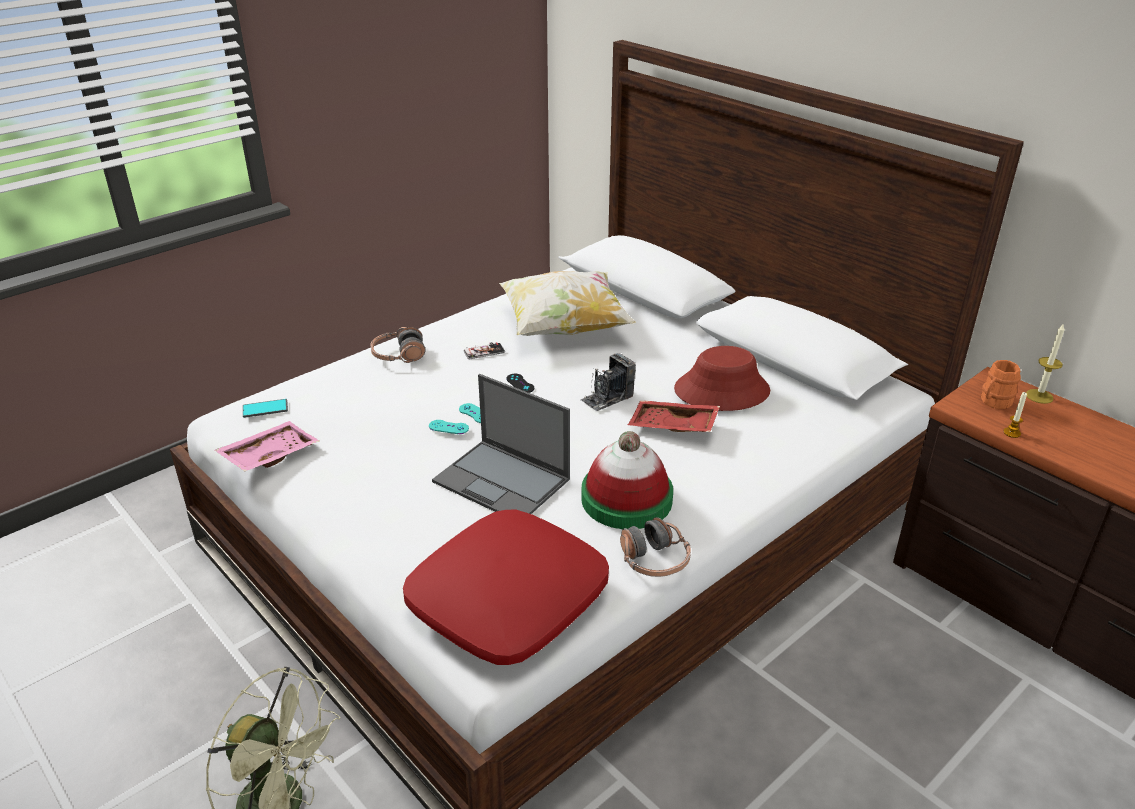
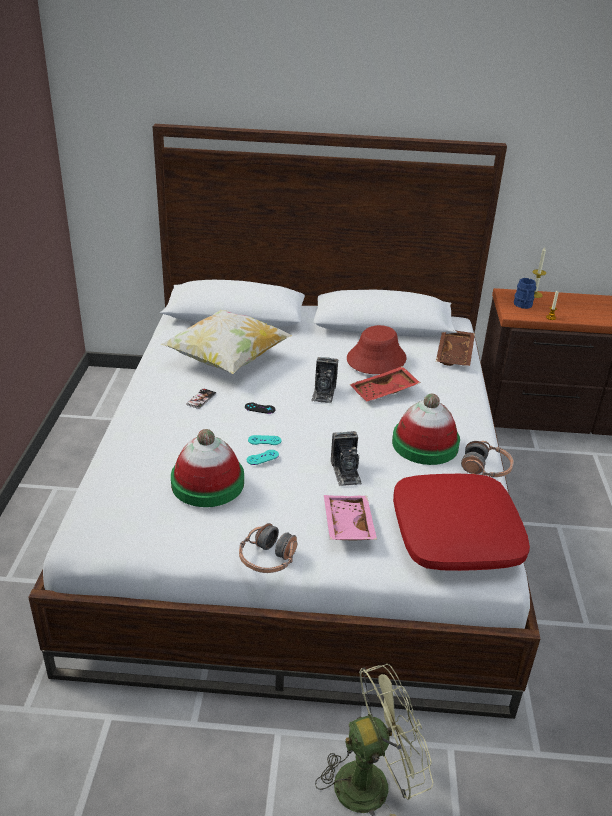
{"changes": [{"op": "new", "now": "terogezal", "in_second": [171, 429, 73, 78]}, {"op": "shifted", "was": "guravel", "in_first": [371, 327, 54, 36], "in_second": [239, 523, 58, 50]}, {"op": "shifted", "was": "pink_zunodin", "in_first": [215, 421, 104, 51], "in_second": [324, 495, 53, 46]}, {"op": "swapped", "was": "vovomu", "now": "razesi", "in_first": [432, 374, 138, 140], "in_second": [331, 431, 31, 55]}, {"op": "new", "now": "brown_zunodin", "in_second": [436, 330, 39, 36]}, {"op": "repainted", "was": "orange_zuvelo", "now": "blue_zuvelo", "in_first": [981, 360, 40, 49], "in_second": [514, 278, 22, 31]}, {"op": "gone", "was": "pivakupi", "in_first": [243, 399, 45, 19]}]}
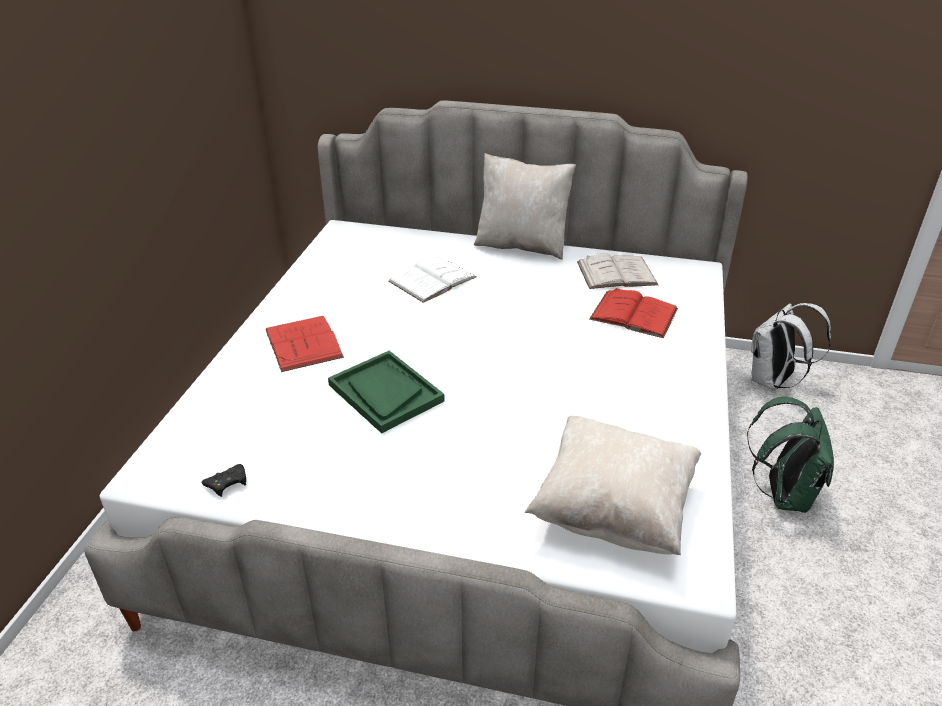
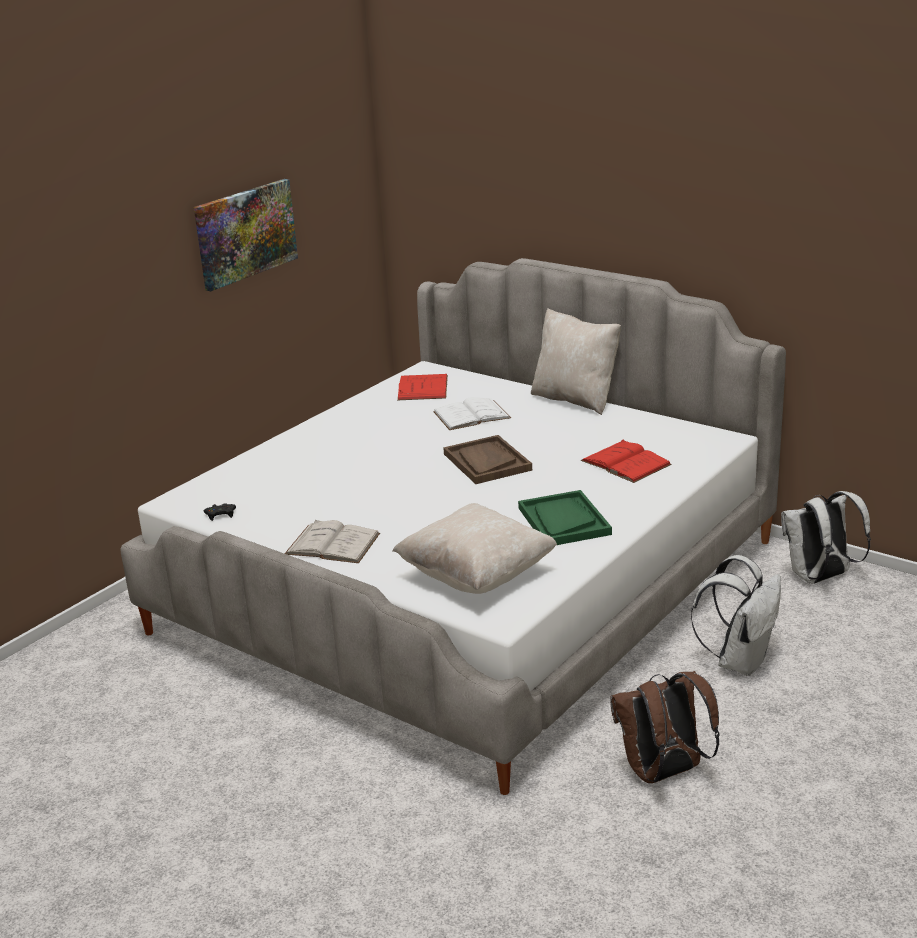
{"changes": [{"op": "new", "now": "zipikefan", "in_second": [194, 179, 104, 112]}, {"op": "shifted", "was": "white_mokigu", "in_first": [577, 253, 81, 36], "in_second": [285, 520, 95, 43]}, {"op": "shifted", "was": "red_mokigu", "in_first": [265, 316, 79, 56], "in_second": [397, 374, 51, 26]}, {"op": "new", "now": "brown_zunodin", "in_second": [443, 435, 89, 49]}, {"op": "shifted", "was": "green_zunodin", "in_first": [328, 351, 117, 82], "in_second": [518, 490, 94, 55]}, {"op": "new", "now": "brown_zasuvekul", "in_second": [610, 671, 110, 112]}, {"op": "repainted", "was": "green_zasuvekul", "now": "white_zasuvekul", "in_first": [747, 396, 87, 117], "in_second": [691, 555, 90, 121]}]}
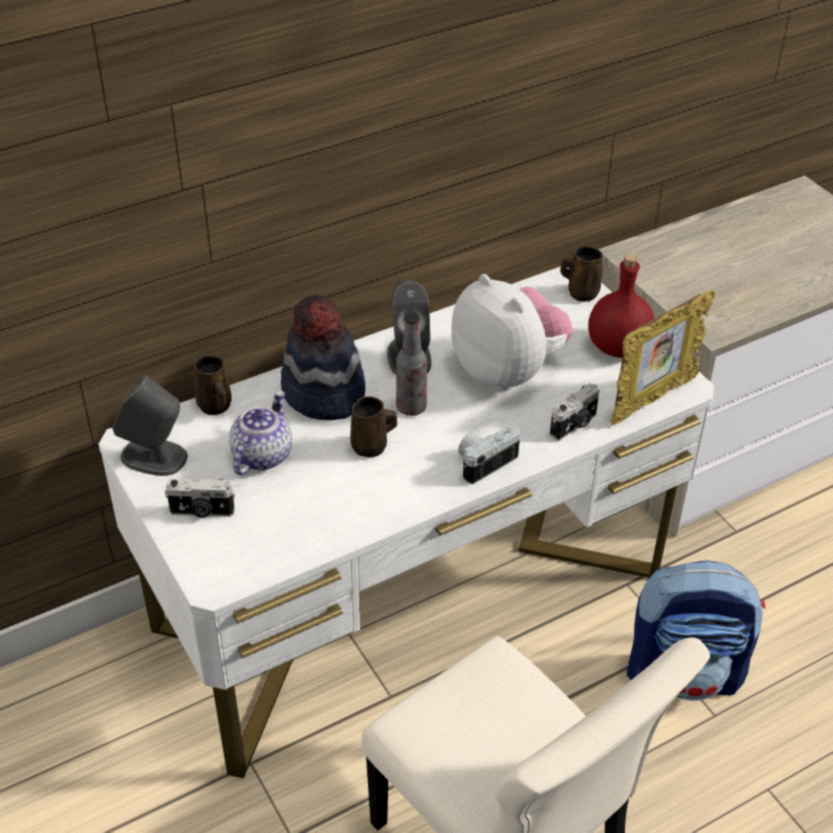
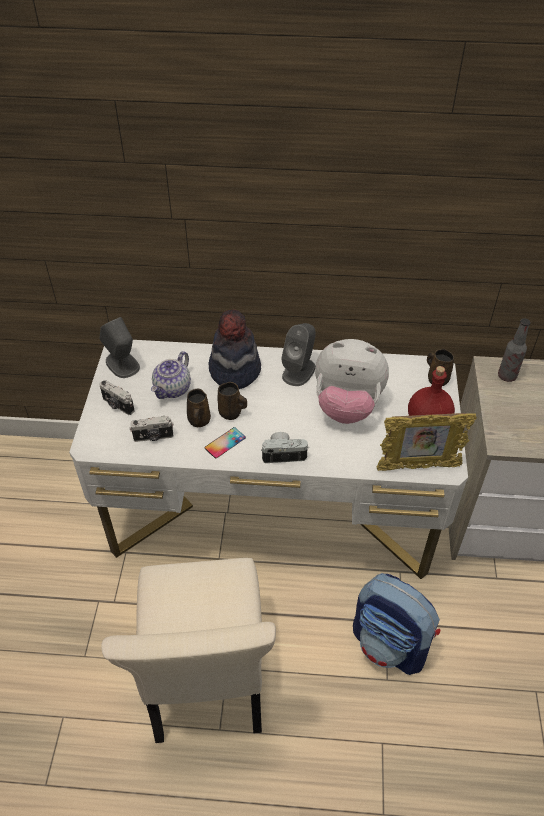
{"changes": [{"op": "shifted", "was": "razesi", "in_first": [550, 383, 50, 58], "in_second": [130, 416, 44, 26]}, {"op": "rotated", "was": "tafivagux", "in_first": [229, 391, 63, 84], "in_second": [151, 351, 40, 48], "clockwise": 150}, {"op": "shifted", "was": "brown_zuvelo", "in_first": [194, 355, 38, 60], "in_second": [187, 389, 24, 38]}, {"op": "new", "now": "pivakupi", "in_second": [204, 427, 42, 32]}, {"op": "rotated", "was": "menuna", "in_first": [451, 274, 122, 117], "in_second": [315, 339, 74, 85], "clockwise": 105}, {"op": "shifted", "was": "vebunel", "in_first": [396, 312, 31, 104], "in_second": [498, 318, 33, 64]}]}
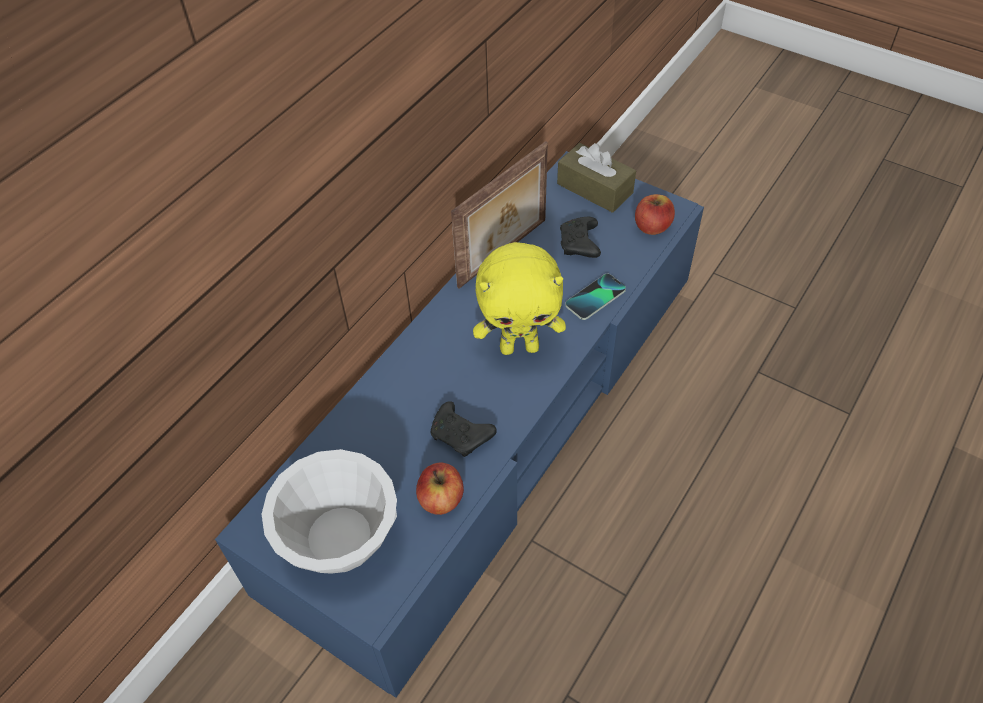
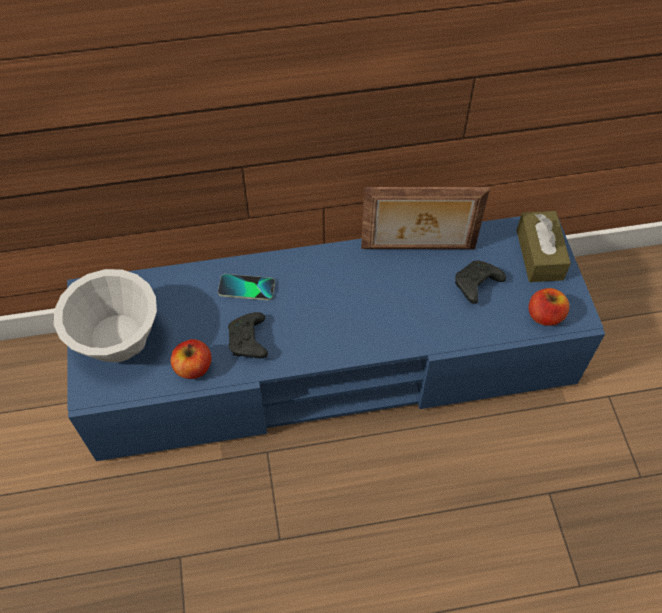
{"changes": [{"op": "shifted", "was": "pivakupi", "in_first": [565, 274, 61, 46], "in_second": [218, 274, 57, 27]}, {"op": "gone", "was": "yellow_menuna", "in_first": [473, 242, 93, 113]}]}
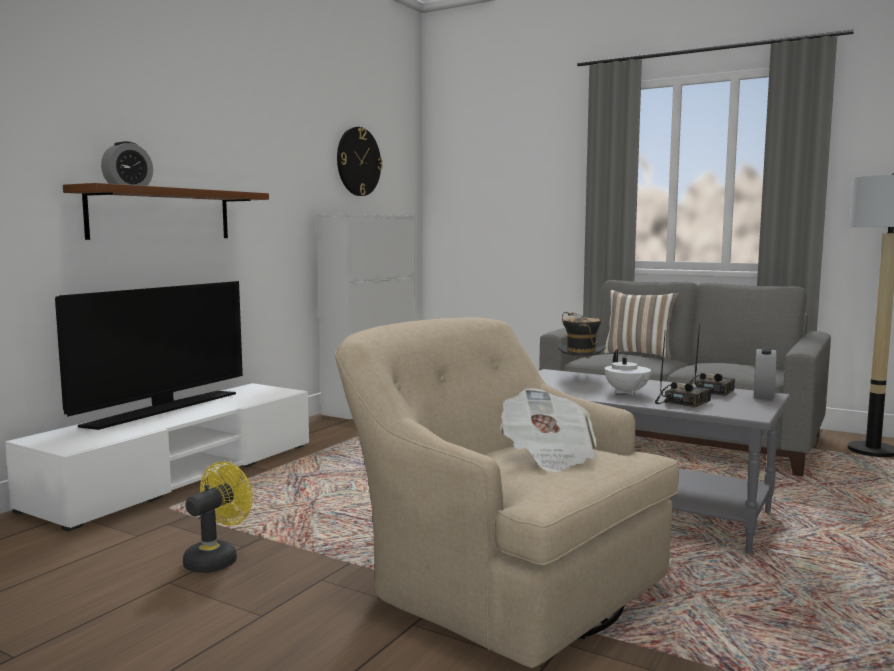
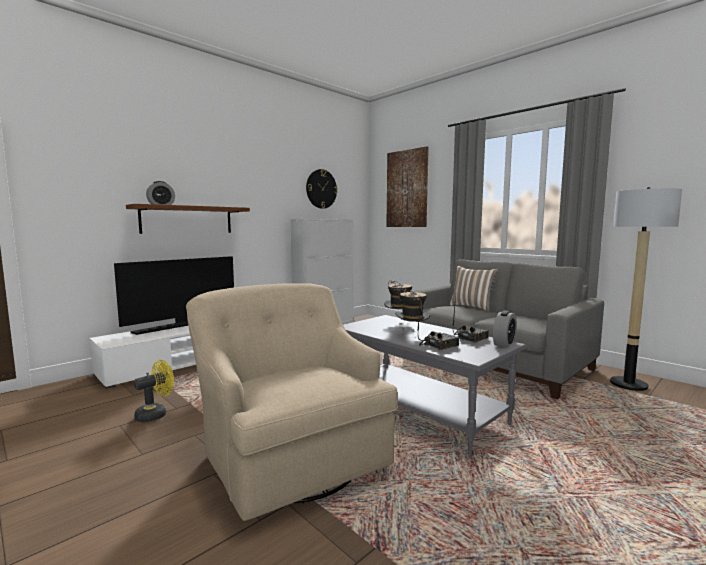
{"changes": [{"op": "new", "now": "zipikefan", "in_second": [386, 146, 43, 81]}, {"op": "swapped", "was": "white_tafivagux", "now": "terogezal", "in_first": [604, 349, 47, 46], "in_second": [395, 289, 35, 33]}, {"op": "gone", "was": "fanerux", "in_first": [500, 388, 98, 84]}]}
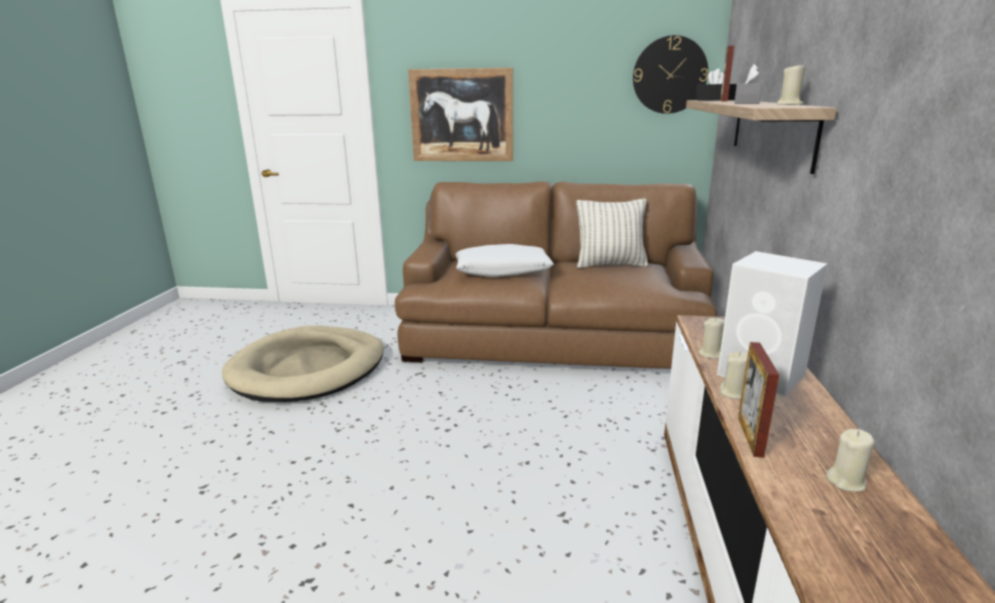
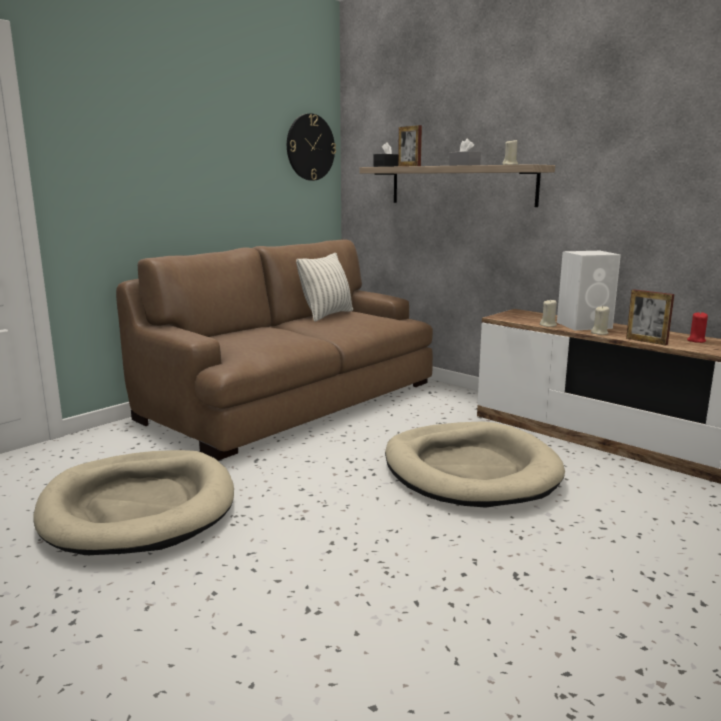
{"changes": [{"op": "new", "now": "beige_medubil", "in_second": [385, 422, 180, 86]}, {"op": "repainted", "was": "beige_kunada", "now": "red_kunada", "in_first": [826, 429, 48, 63], "in_second": [687, 312, 21, 31]}, {"op": "gone", "was": "zipikefan", "in_first": [408, 67, 105, 94]}, {"op": "gone", "was": "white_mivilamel", "in_first": [455, 244, 98, 33]}]}
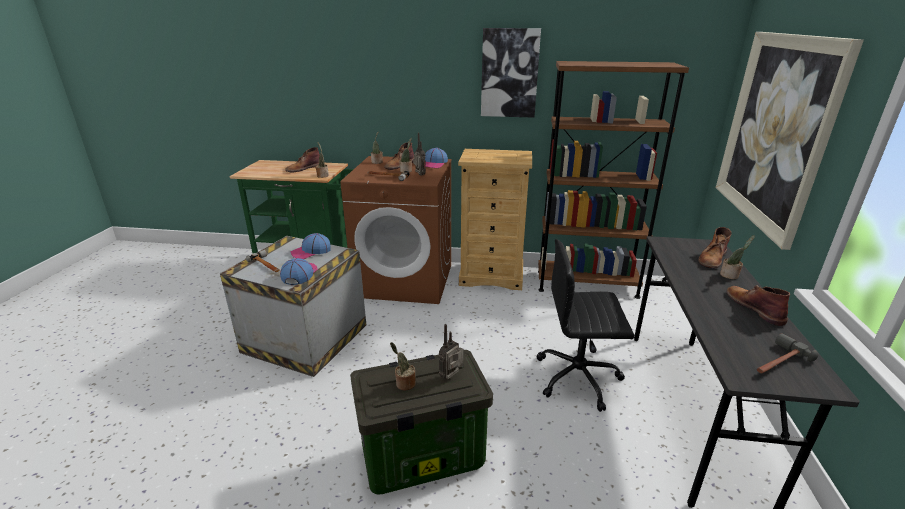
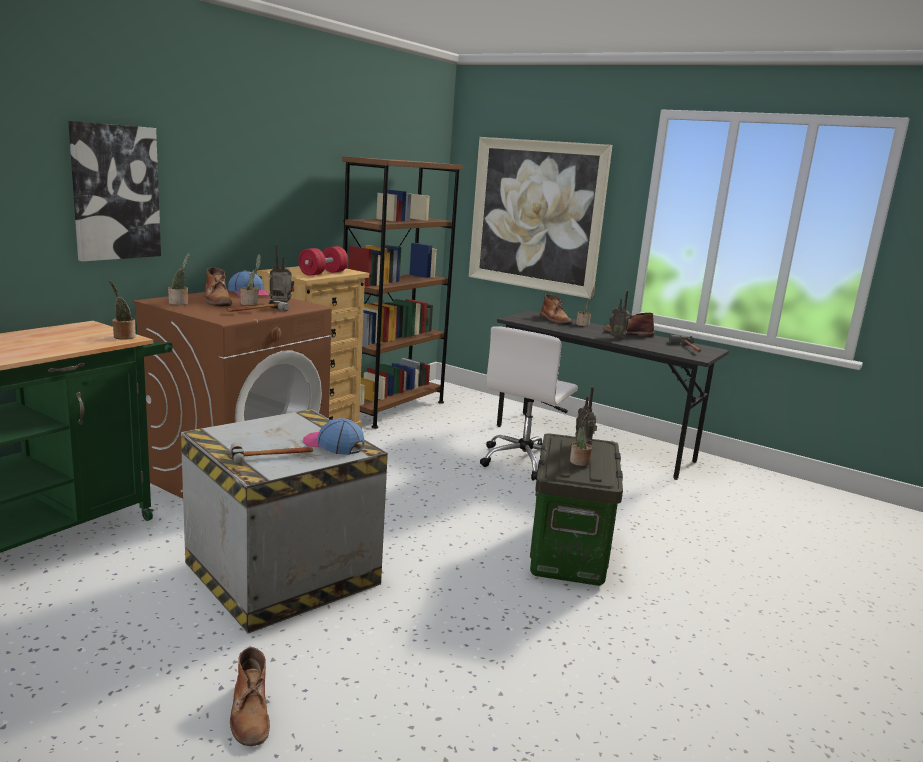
{"changes": [{"op": "shifted", "was": "zipikefan", "in_first": [481, 28, 60, 90], "in_second": [68, 121, 93, 141]}, {"op": "shifted", "was": "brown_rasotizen", "in_first": [285, 147, 35, 26], "in_second": [230, 647, 40, 99]}, {"op": "new", "now": "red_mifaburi", "in_second": [298, 246, 50, 30]}, {"op": "repainted", "was": "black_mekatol", "now": "white_mekatol", "in_first": [536, 239, 98, 173], "in_second": [480, 326, 98, 155]}, {"op": "new", "now": "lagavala", "in_second": [609, 291, 21, 48]}, {"op": "gone", "was": "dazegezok", "in_first": [290, 233, 40, 26]}]}
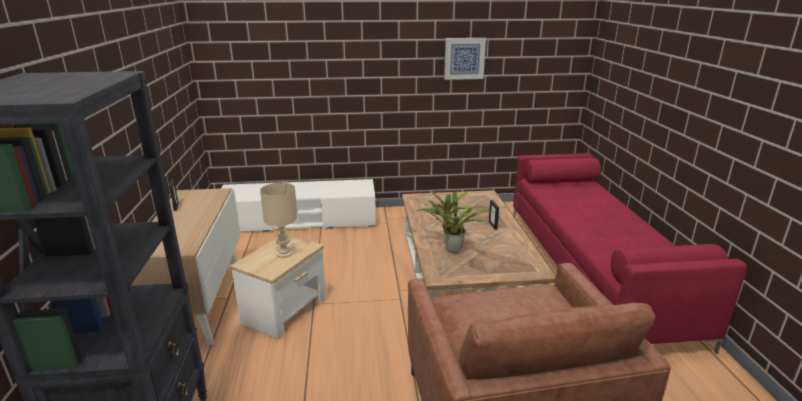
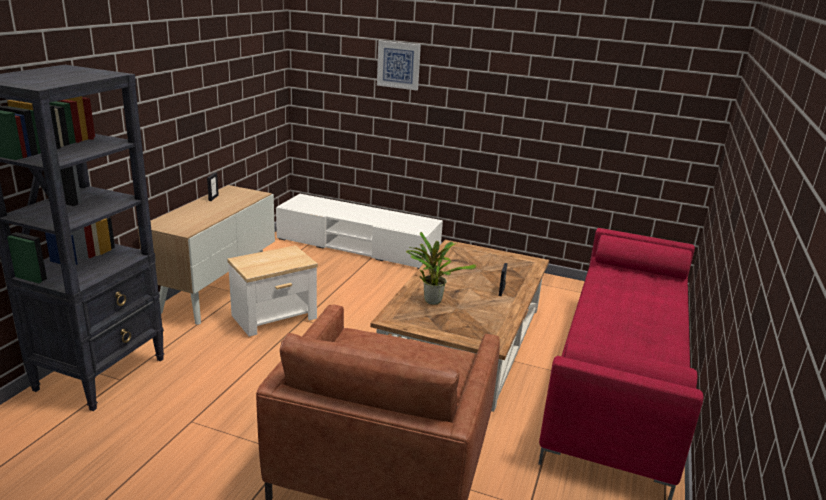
{"changes": [{"op": "shifted", "was": "zipikefan", "in_first": [444, 38, 42, 42], "in_second": [377, 41, 44, 49]}, {"op": "gone", "was": "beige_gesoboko", "in_first": [260, 183, 38, 75]}]}
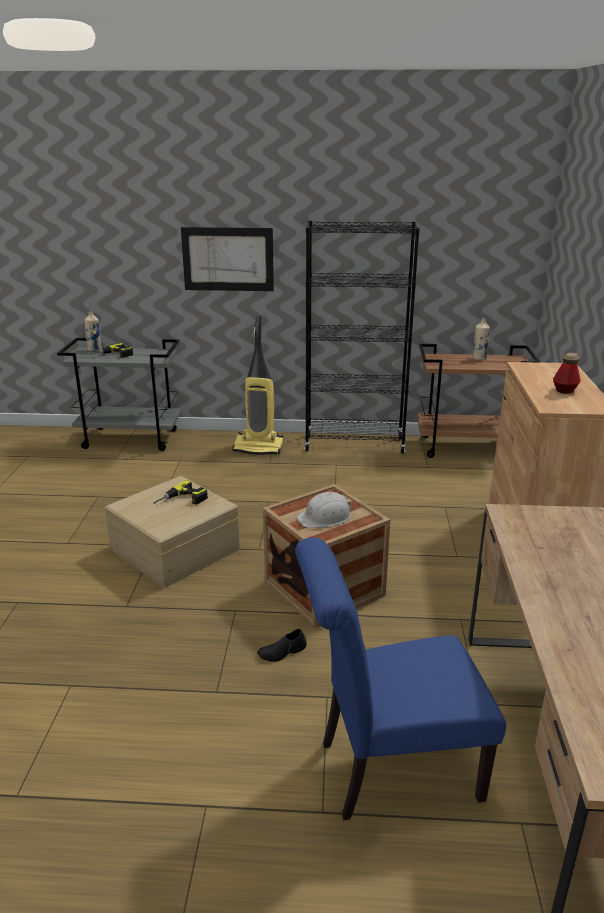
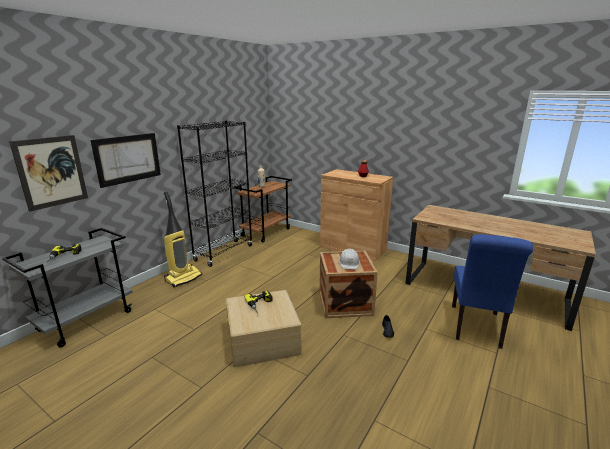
{"changes": [{"op": "new", "now": "zipikefan", "in_second": [9, 135, 79, 77]}, {"op": "gone", "was": "beige_vebunel", "in_first": [84, 311, 17, 40]}]}
